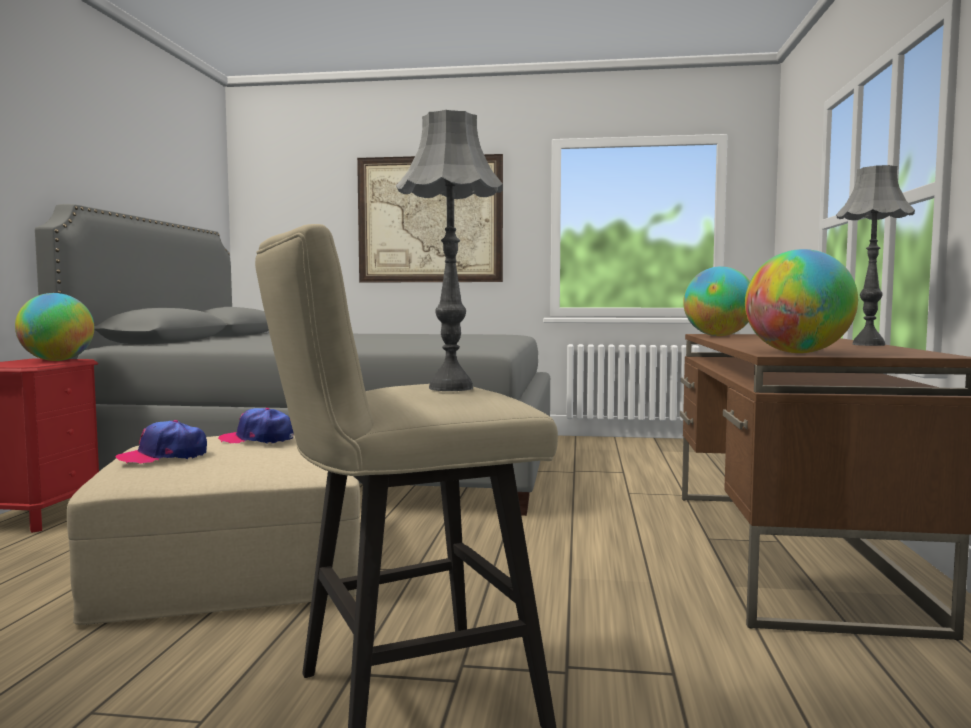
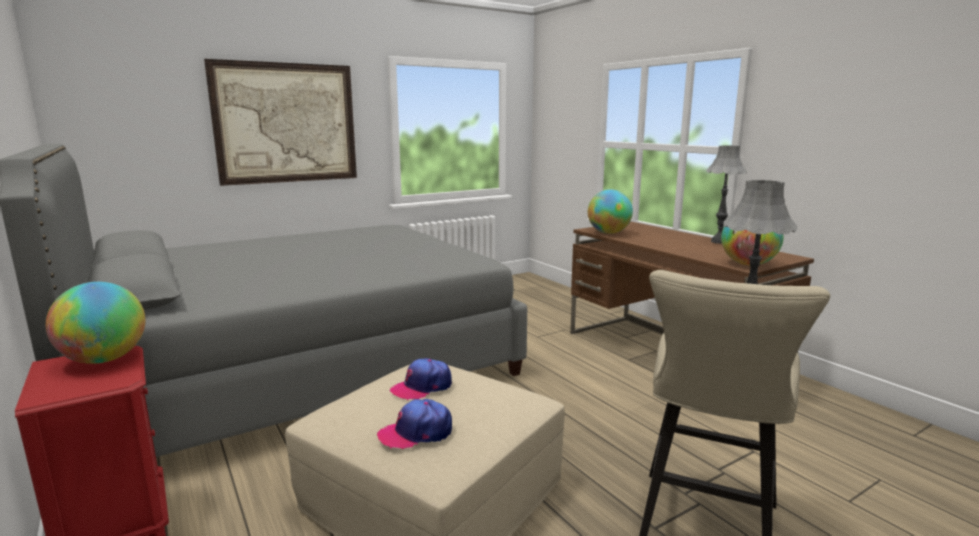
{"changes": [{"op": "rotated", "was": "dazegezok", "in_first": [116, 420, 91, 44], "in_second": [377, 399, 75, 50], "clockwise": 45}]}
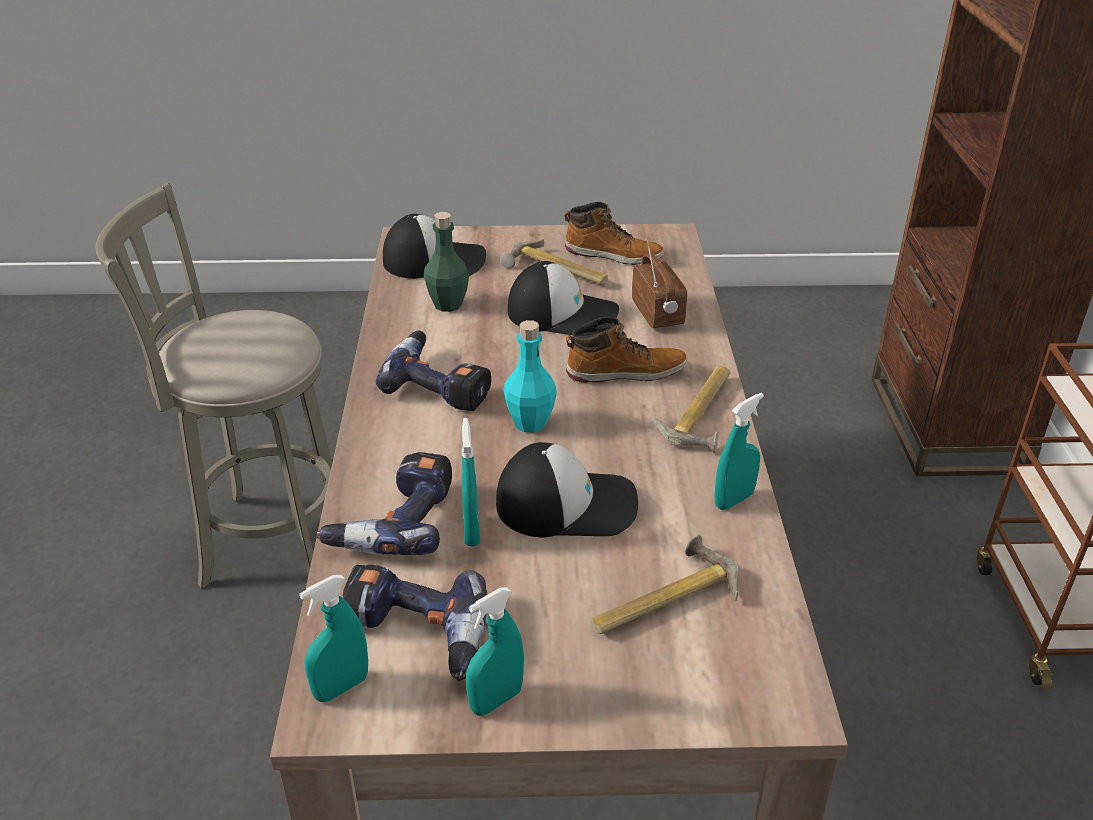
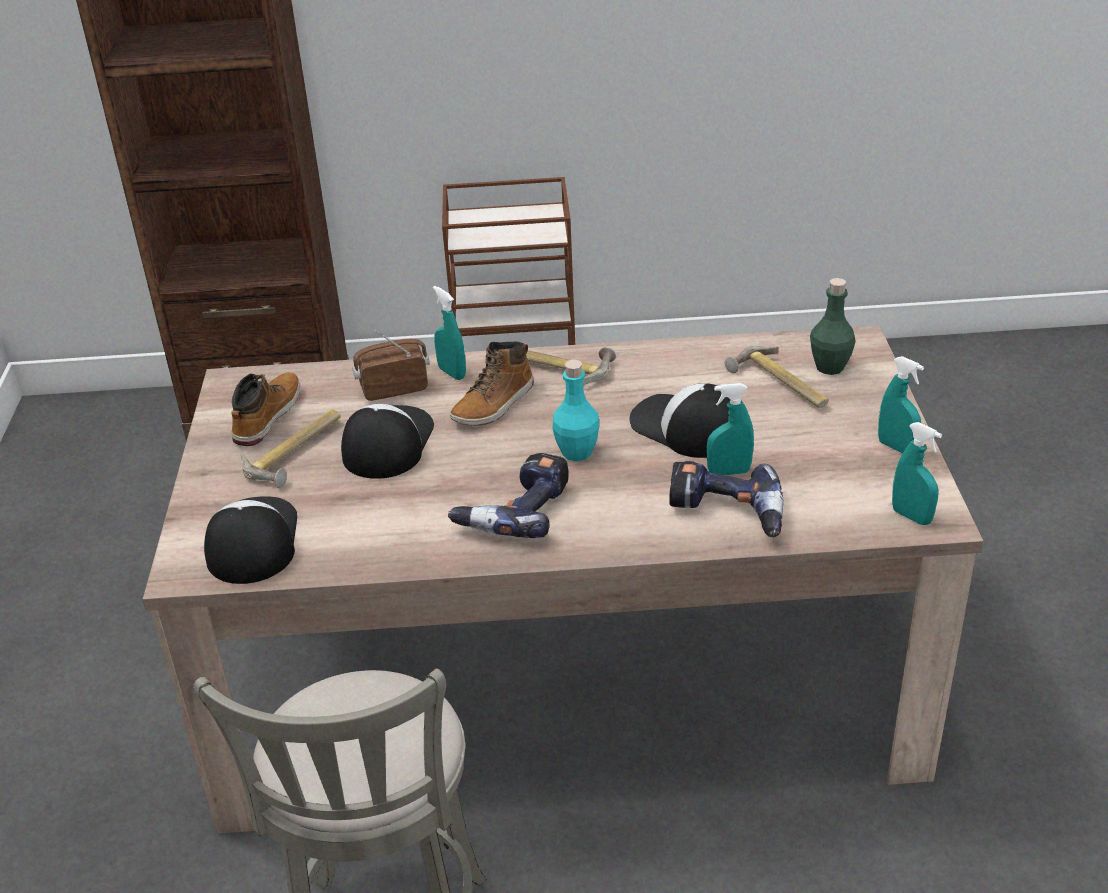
{"changes": [{"op": "shifted", "was": "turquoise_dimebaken", "in_first": [715, 393, 49, 117], "in_second": [433, 286, 33, 94]}, {"op": "rotated", "was": "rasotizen", "in_first": [566, 317, 121, 66], "in_second": [450, 342, 84, 84], "clockwise": -135}, {"op": "rotated", "was": "dazegezok", "in_first": [496, 442, 142, 95], "in_second": [629, 383, 101, 75], "clockwise": -45}, {"op": "shifted", "was": "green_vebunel", "in_first": [424, 212, 45, 100], "in_second": [810, 278, 45, 97]}, {"op": "gone", "was": "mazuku", "in_first": [343, 565, 144, 116]}]}
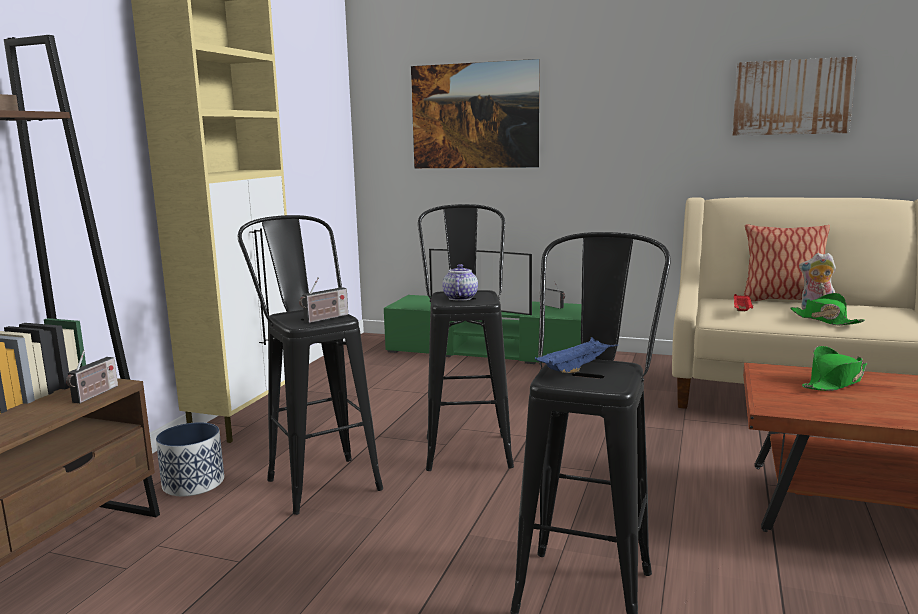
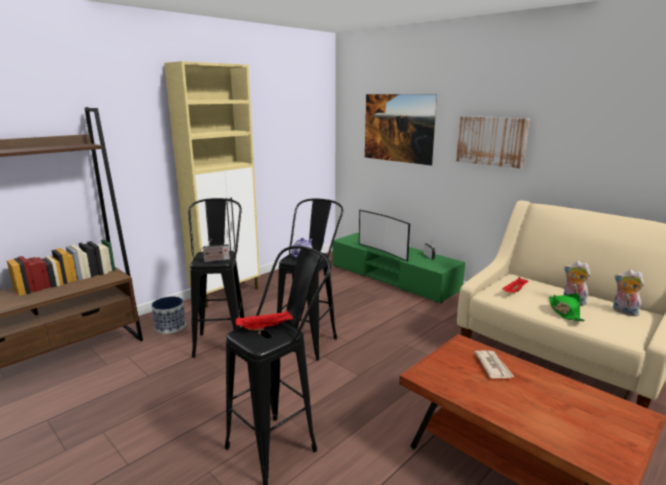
{"changes": [{"op": "repainted", "was": "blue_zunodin", "now": "red_zunodin", "in_first": [535, 337, 84, 36], "in_second": [236, 310, 57, 21]}, {"op": "shifted", "was": "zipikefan", "in_first": [733, 57, 124, 79], "in_second": [456, 116, 73, 53]}, {"op": "swapped", "was": "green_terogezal", "now": "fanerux", "in_first": [802, 346, 65, 45], "in_second": [475, 350, 39, 28]}, {"op": "new", "now": "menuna", "in_second": [613, 270, 31, 46]}, {"op": "gone", "was": "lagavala", "in_first": [66, 350, 52, 53]}, {"op": "gone", "was": "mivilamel", "in_first": [744, 224, 86, 77]}]}
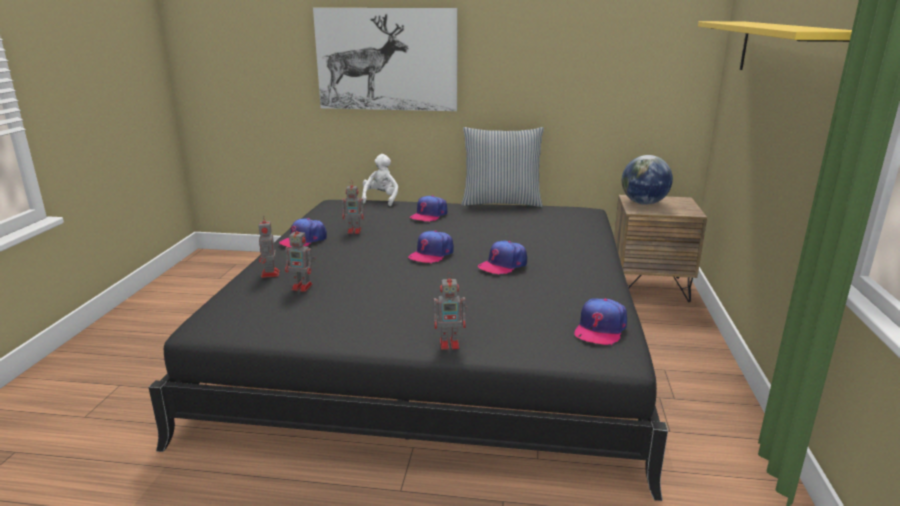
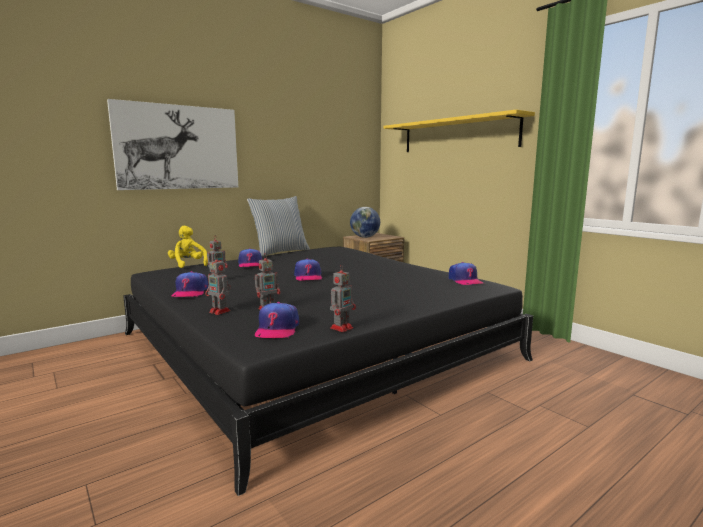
{"changes": [{"op": "repainted", "was": "white_menuna", "now": "yellow_menuna", "in_first": [362, 154, 36, 52], "in_second": [168, 225, 40, 43]}, {"op": "shifted", "was": "dazegezok", "in_first": [478, 241, 49, 34], "in_second": [255, 302, 44, 36]}, {"op": "shifted", "was": "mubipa", "in_first": [434, 272, 34, 78], "in_second": [330, 266, 26, 66]}]}
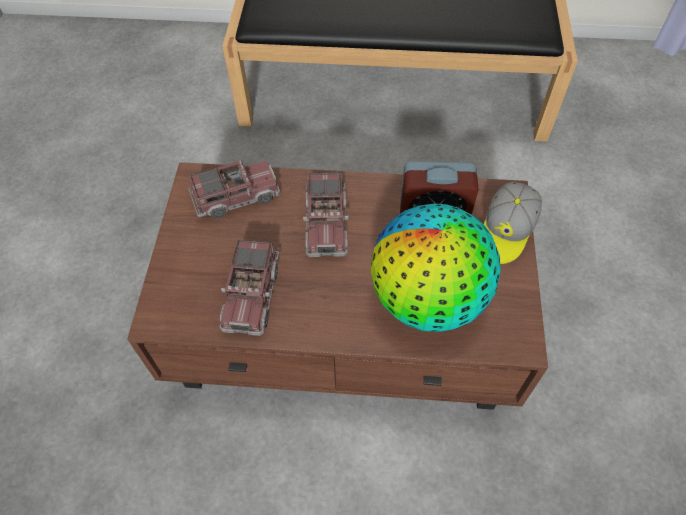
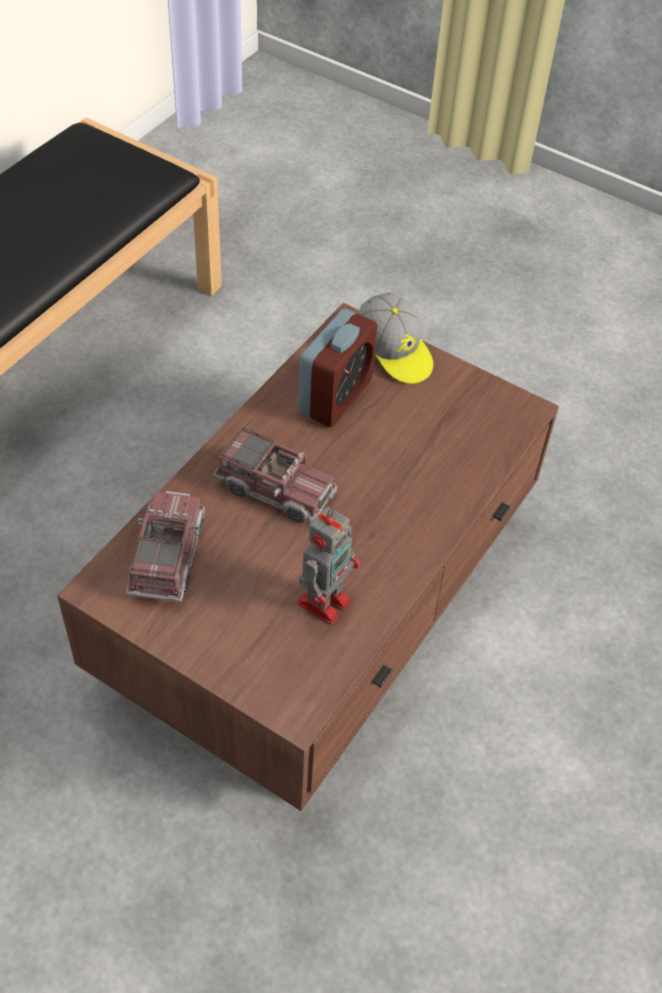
{"changes": [{"op": "swapped", "was": "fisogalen", "now": "mubipa", "in_first": [219, 240, 60, 96], "in_second": [297, 506, 63, 119]}, {"op": "gone", "was": "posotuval", "in_first": [371, 204, 130, 128]}]}
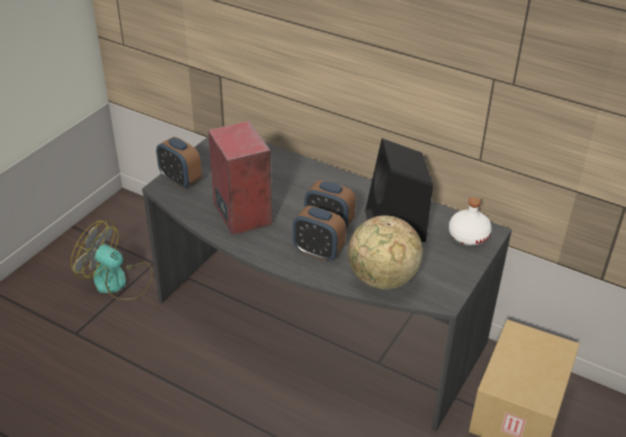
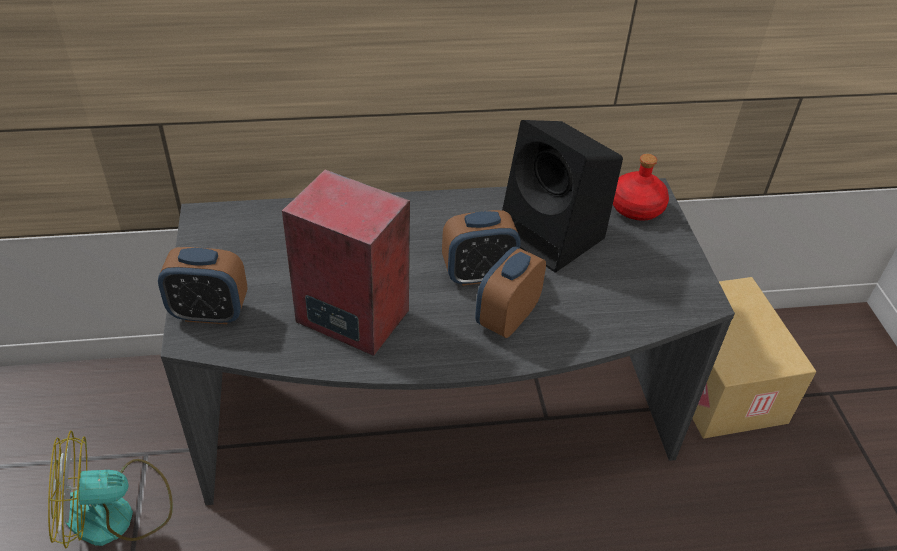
{"changes": [{"op": "rotated", "was": "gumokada", "in_first": [293, 206, 53, 55], "in_second": [475, 247, 71, 91], "clockwise": 135}, {"op": "repainted", "was": "white_vebunel", "now": "red_vebunel", "in_first": [449, 197, 43, 48], "in_second": [613, 154, 56, 67]}, {"op": "gone", "was": "posotuval", "in_first": [348, 215, 75, 74]}]}
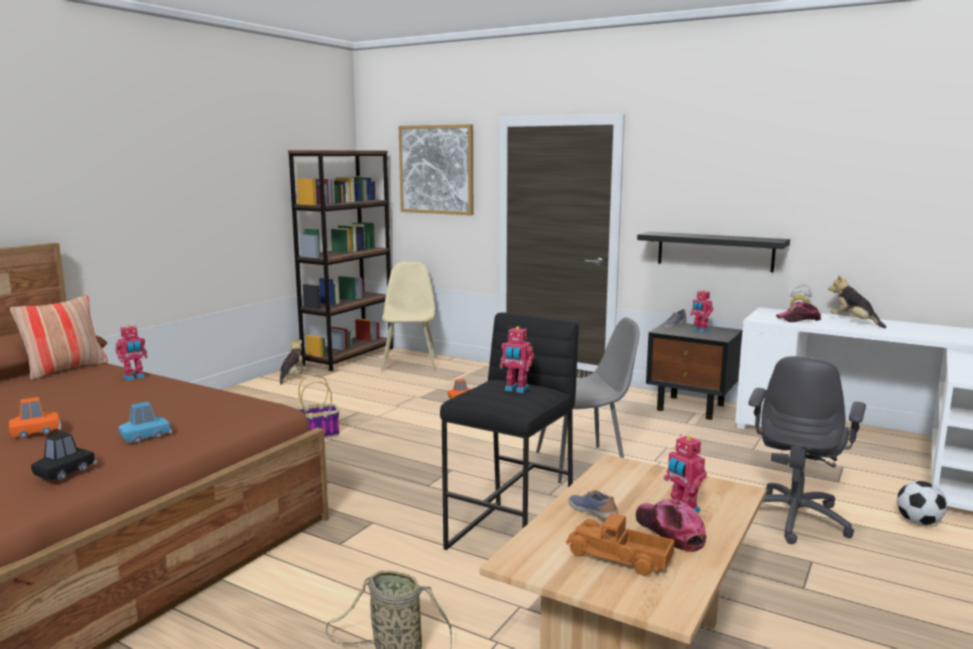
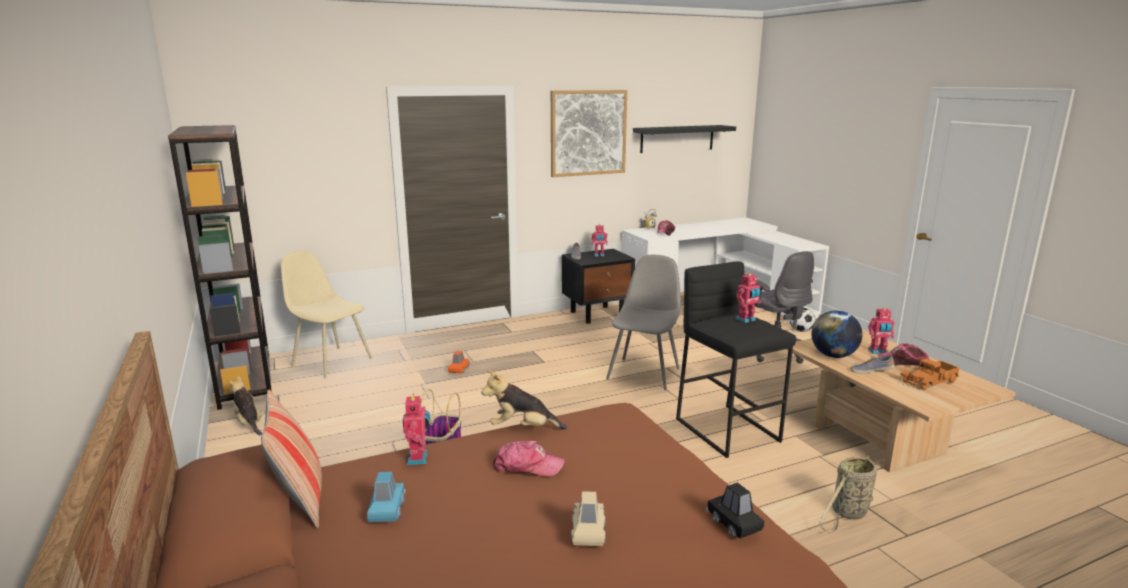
{"changes": [{"op": "shifted", "was": "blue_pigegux", "in_first": [119, 402, 53, 41], "in_second": [367, 472, 39, 50]}, {"op": "shifted", "was": "menuna", "in_first": [828, 275, 59, 53], "in_second": [482, 370, 85, 59]}, {"op": "new", "now": "dazegezok", "in_second": [493, 441, 72, 35]}, {"op": "shifted", "was": "zipikefan", "in_first": [399, 124, 74, 91], "in_second": [551, 90, 76, 87]}, {"op": "repainted", "was": "orange_pigegux", "now": "beige_pigegux", "in_first": [9, 397, 53, 41], "in_second": [571, 491, 35, 55]}, {"op": "shifted", "was": "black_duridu", "in_first": [637, 232, 153, 40], "in_second": [633, 125, 103, 28]}, {"op": "new", "now": "posotuval", "in_second": [811, 310, 51, 48]}]}
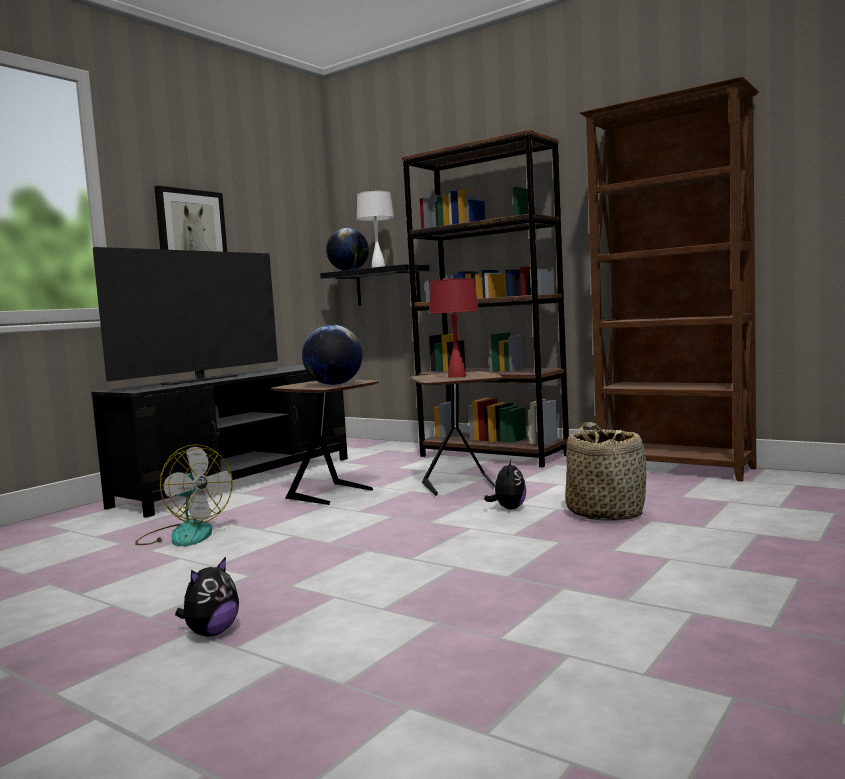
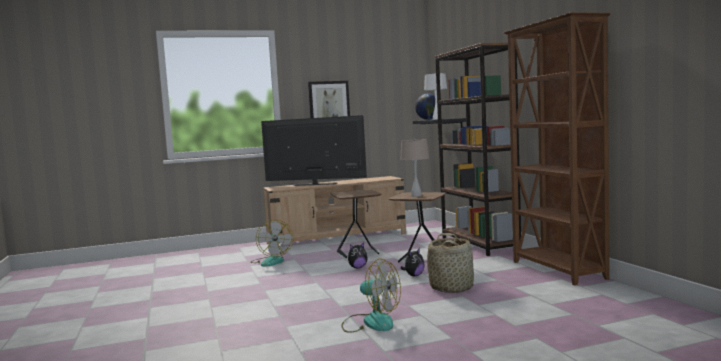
{"changes": [{"op": "rotated", "was": "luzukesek", "in_first": [93, 247, 185, 138], "in_second": [261, 115, 106, 71], "clockwise": -150}, {"op": "repainted", "was": "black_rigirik", "now": "beige_rigirik", "in_first": [91, 365, 257, 153], "in_second": [263, 176, 143, 68]}, {"op": "new", "now": "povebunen", "in_second": [341, 258, 60, 75]}, {"op": "shifted", "was": "menuna", "in_first": [175, 557, 64, 80], "in_second": [348, 243, 19, 25]}, {"op": "repainted", "was": "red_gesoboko", "now": "beige_gesoboko", "in_first": [429, 277, 50, 101], "in_second": [400, 139, 29, 58]}, {"op": "gone", "was": "posotuval", "in_first": [302, 325, 61, 60]}]}
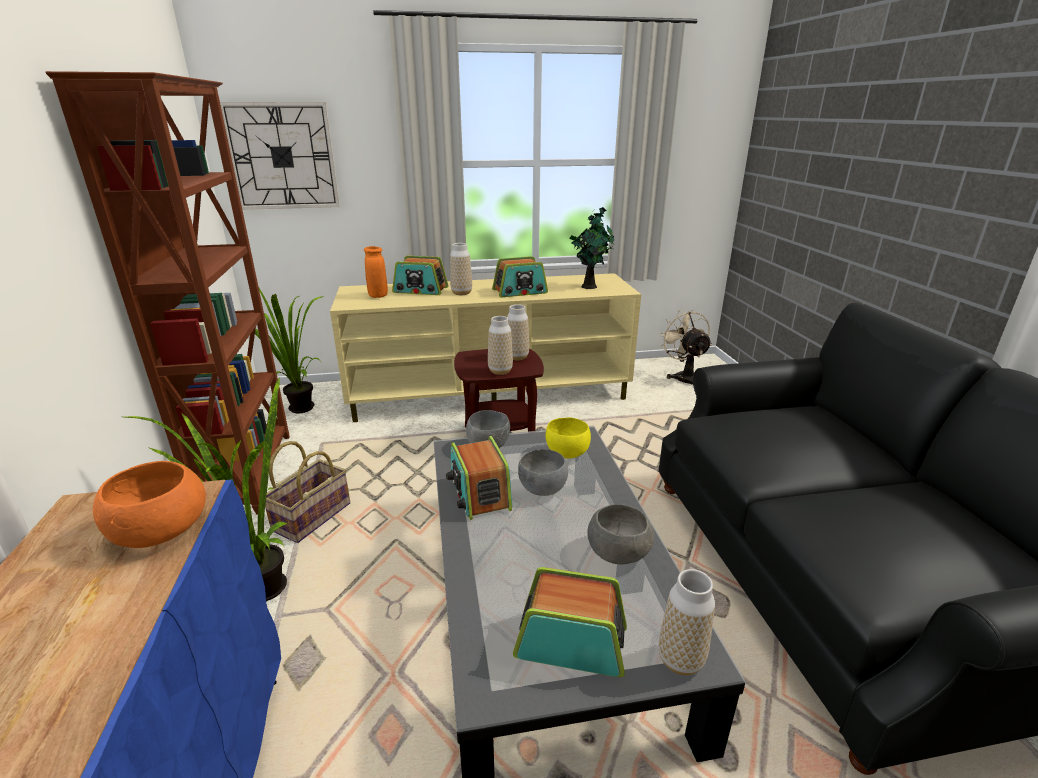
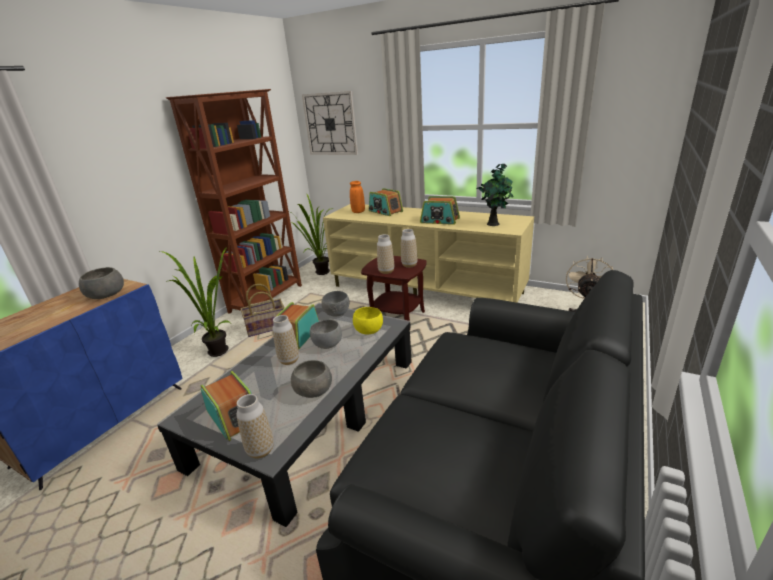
{"changes": [{"op": "repainted", "was": "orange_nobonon", "now": "grey_nobonon", "in_first": [93, 461, 113, 87], "in_second": [79, 267, 45, 32]}, {"op": "shifted", "was": "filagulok", "in_first": [450, 243, 22, 52], "in_second": [272, 315, 27, 50]}]}
